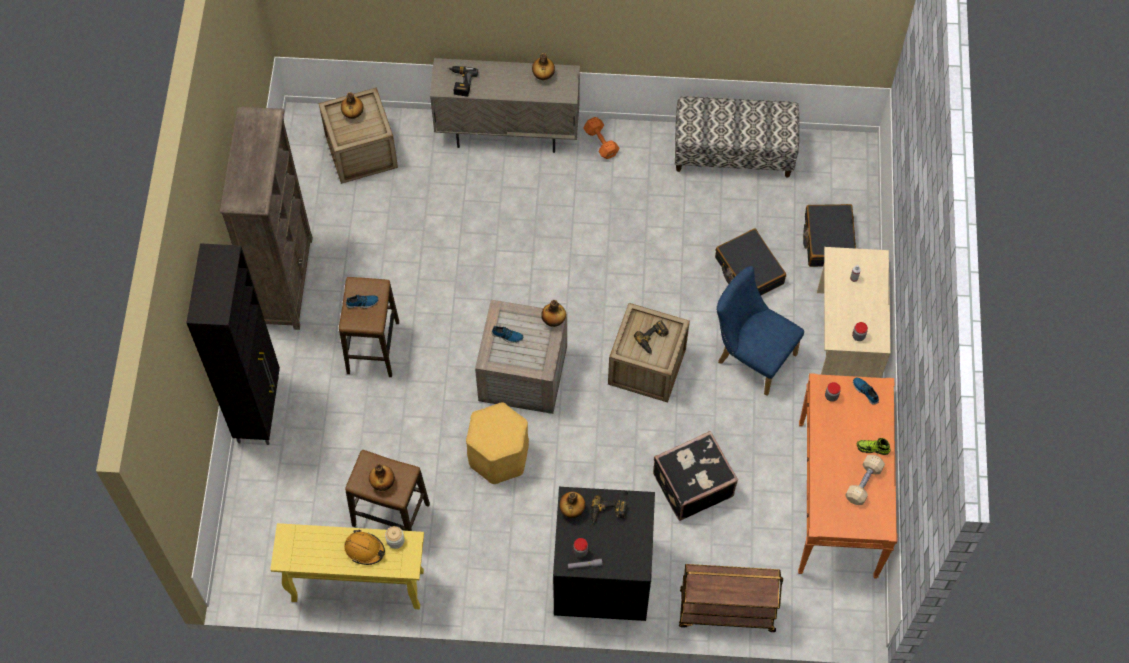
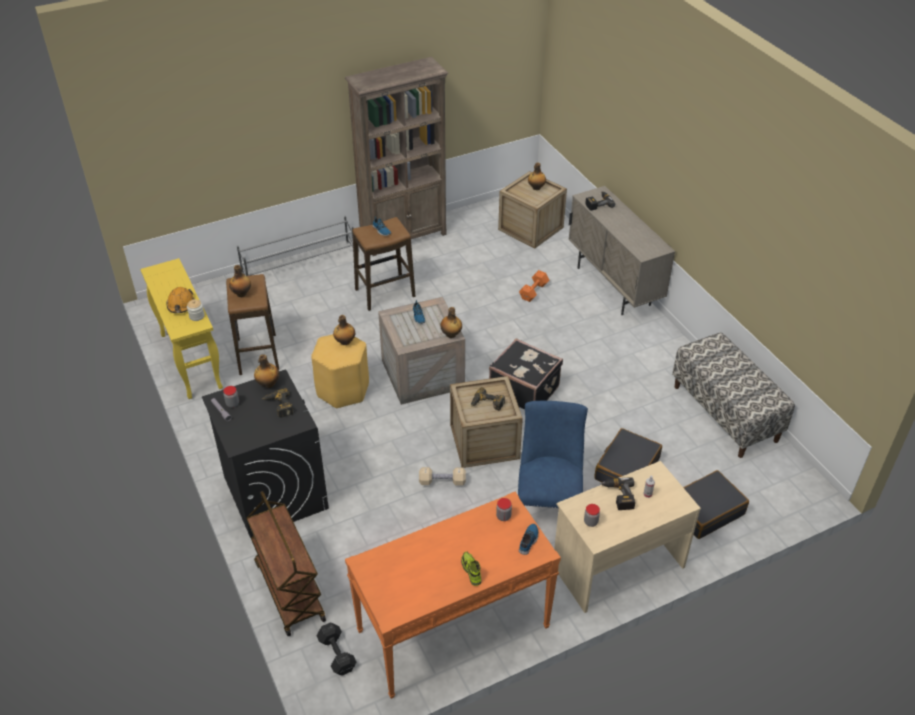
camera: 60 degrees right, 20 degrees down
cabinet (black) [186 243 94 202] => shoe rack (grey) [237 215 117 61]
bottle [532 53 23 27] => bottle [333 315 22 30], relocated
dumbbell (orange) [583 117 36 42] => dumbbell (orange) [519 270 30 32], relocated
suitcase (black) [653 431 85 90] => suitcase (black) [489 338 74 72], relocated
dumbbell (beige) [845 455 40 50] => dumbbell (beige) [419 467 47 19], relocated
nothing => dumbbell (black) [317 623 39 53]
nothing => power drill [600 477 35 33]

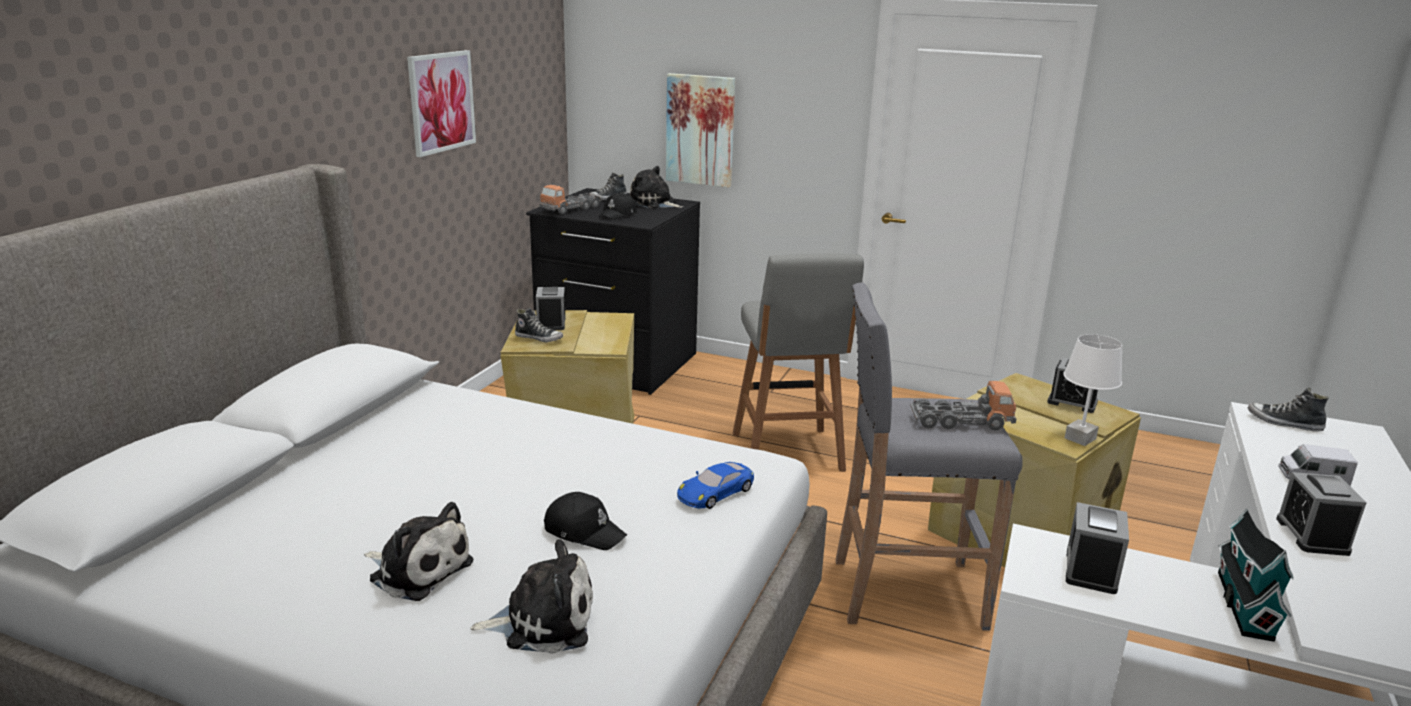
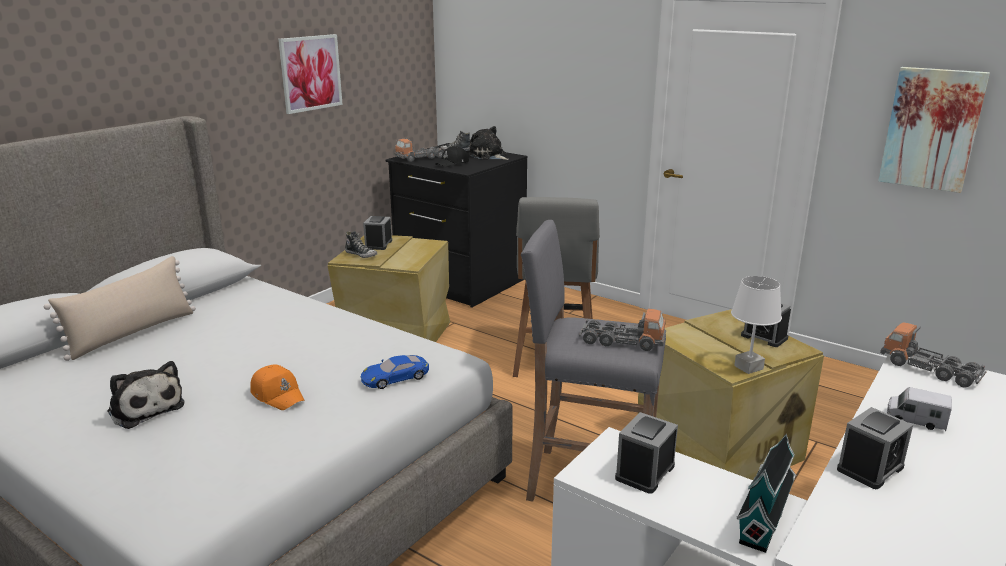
camera: 15 degrees right, 0 degrees up
plush toy [470 539 123 115] => nothing
cap (black) [544 492 83 58] => cap (orange) [250 365 55 45]
picture [666 73 69 115] => picture [878 67 112 126], relocated
shoe [1248 387 81 45] => toy truck [880 322 107 66]
alarm clock [1276 472 91 84] => alarm clock [837 407 76 82], 150 degrees counterclockwise
nothing => pillow (beige) [44 256 152 105]

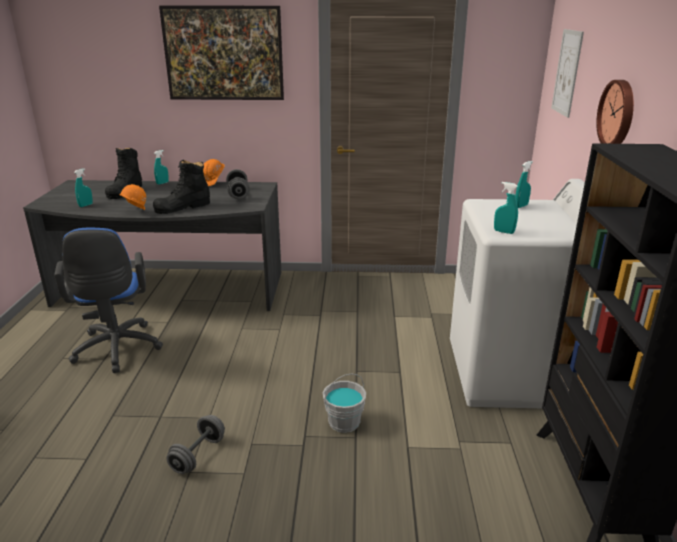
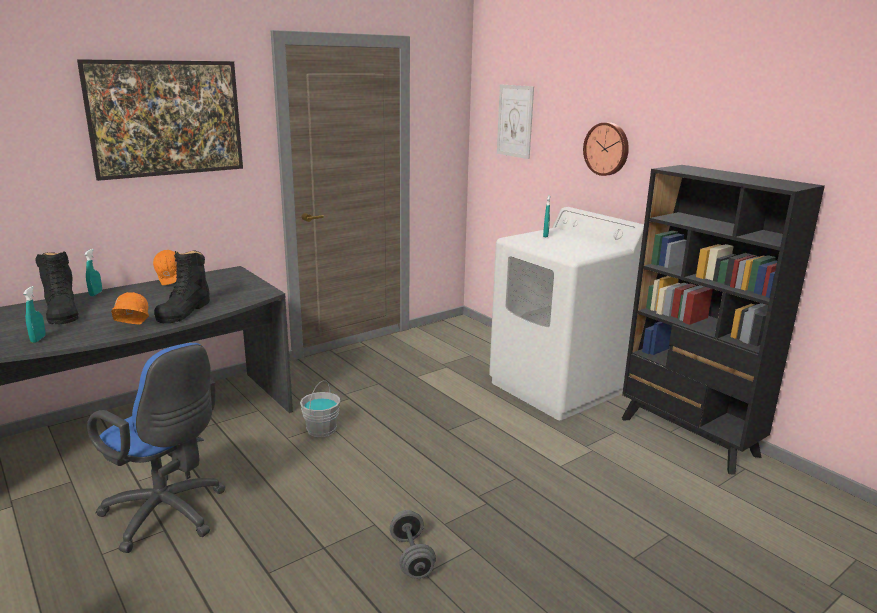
camera: 40 degrees left, 5 degrees down
dumbbell (grey) [226 169 24 30] => nothing
bucket (grey) [323 374 43 59] => bucket (grey) [300 381 40 56], relocated
spray bottle (turquoise) [494 182 24 52] => nothing

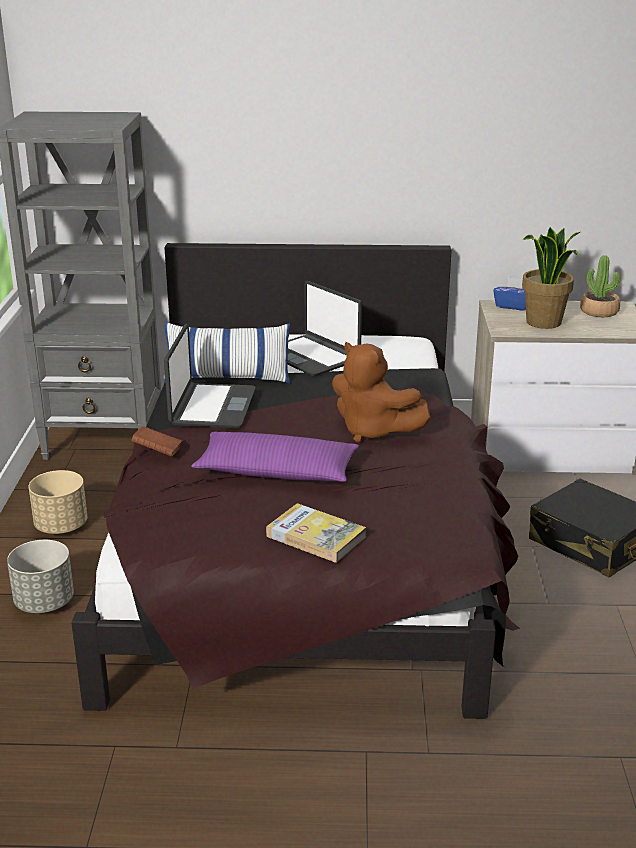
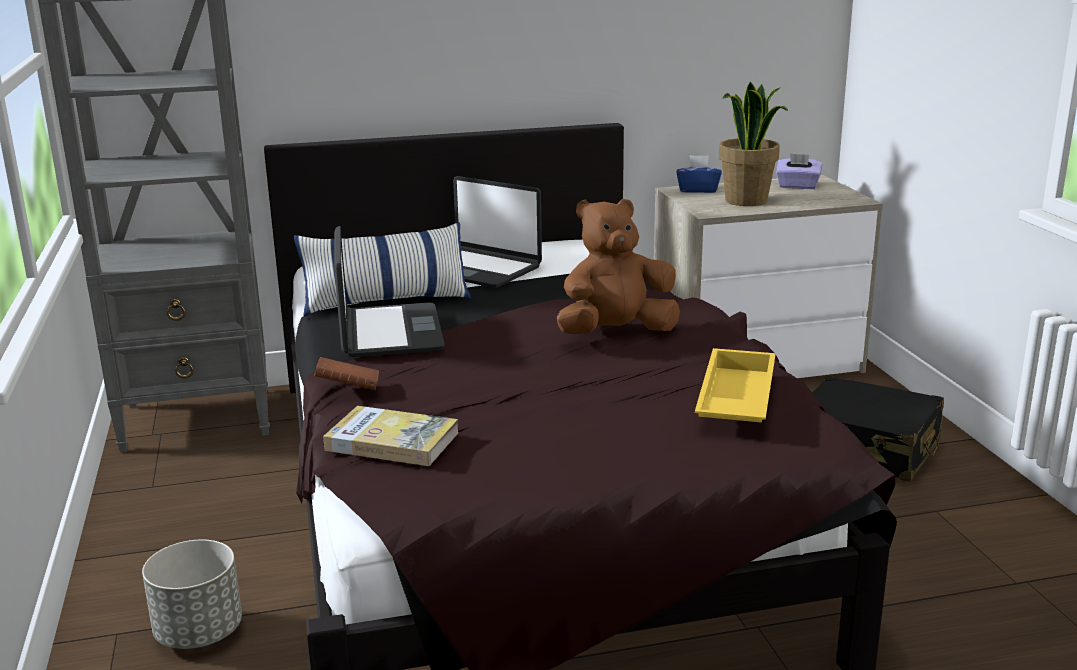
camera: 15 degrees left, 5 degrees down
planter (beige) [28 470 60 64] => nothing
pillow (purple) [191 432 168 50] => nothing
book [266 503 100 60] => book [323 406 136 60], relocated
plush toy (brown) [332 342 98 101] => plush toy (brown) [557 199 123 135], 135 degrees clockwise
potted plant [580 255 40 62] => tissue box (purple) [776 153 46 36]
nothing => tray (yellow) [695 348 81 75]

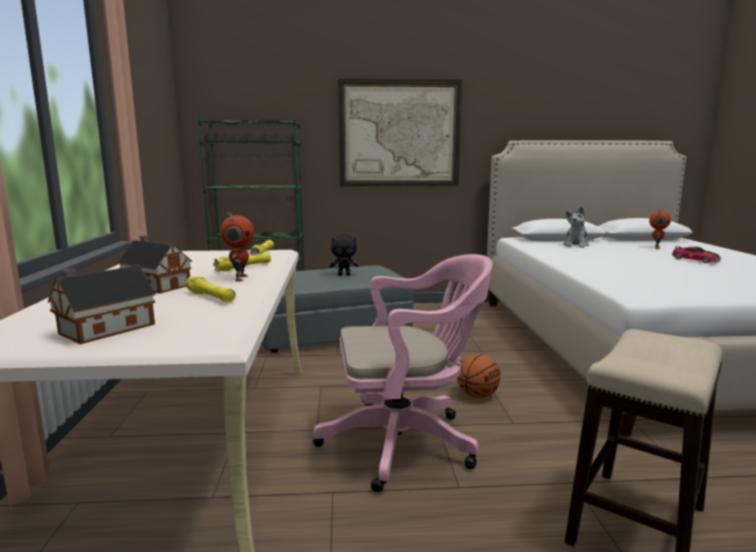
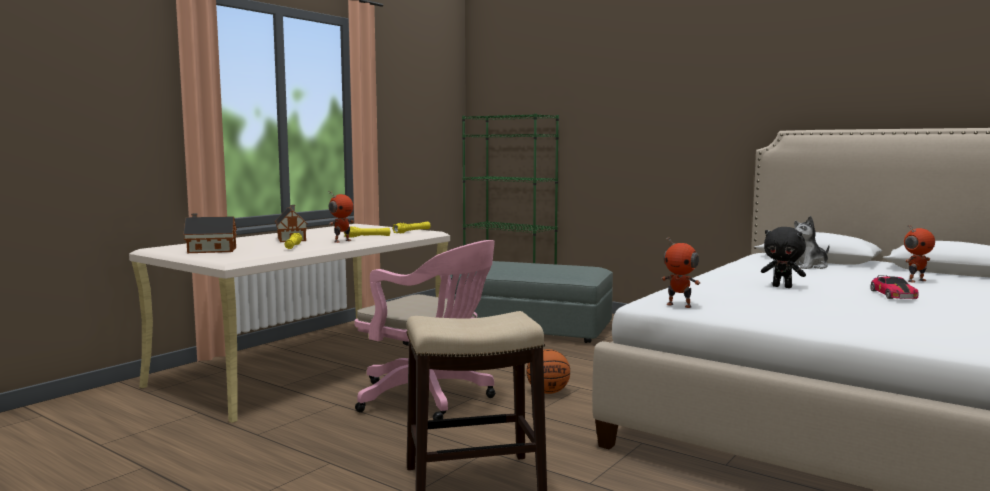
camera: 40 degrees right, 5 degrees down
plush toy (black) [330 234 29 42] => plush toy (black) [761 227 45 61], relocated
picture [338 79 124 108] => nothing
nothing => toy robot [661 236 39 72]

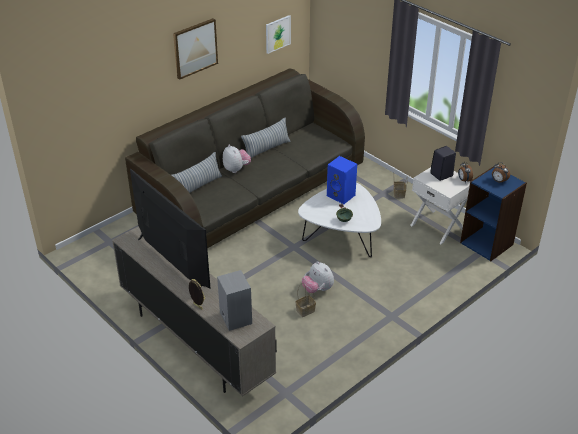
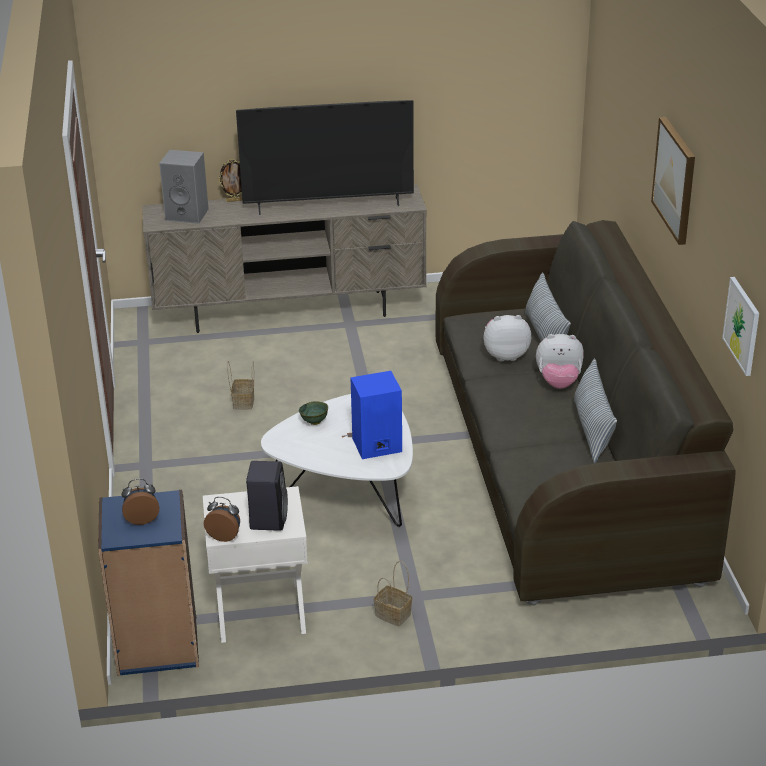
camera: 125 degrees right, 5 degrees down
plush toy [302 261 32 32] => plush toy [483 315 48 47], relocated

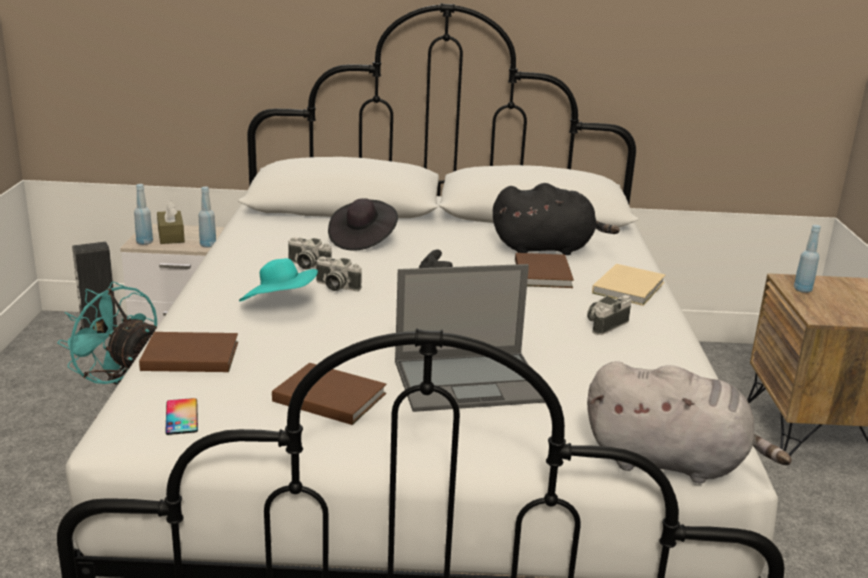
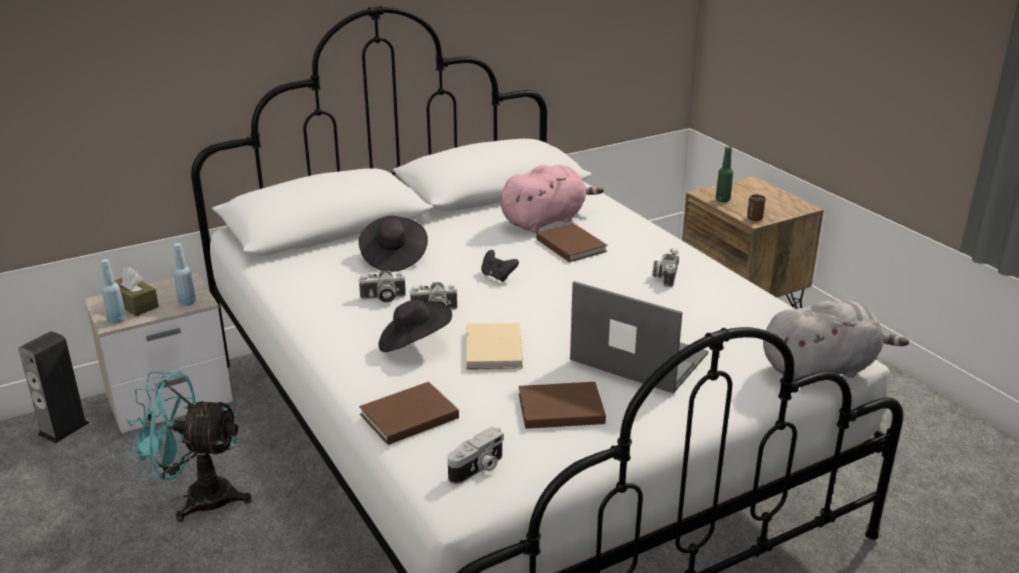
camera: 30 degrees left, 5 degrees up
phone [165 398 33 37] => photo camera [448 427 56 57]
hat (turquoise) [239 258 79 43] => hat (black) [378 299 74 53]
laptop [395 264 150 148] => laptop [570 281 138 113], 105 degrees counterclockwise
plush toy (black) [493 183 127 72] => plush toy (pink) [500 165 104 68]
book (beige) [592 264 73 42] => book (beige) [466 323 57 47], relocated
bottle (blue) [794 225 27 68] => bottle (green) [716 146 17 56]
nothing => cup (brown) [747 195 19 26]

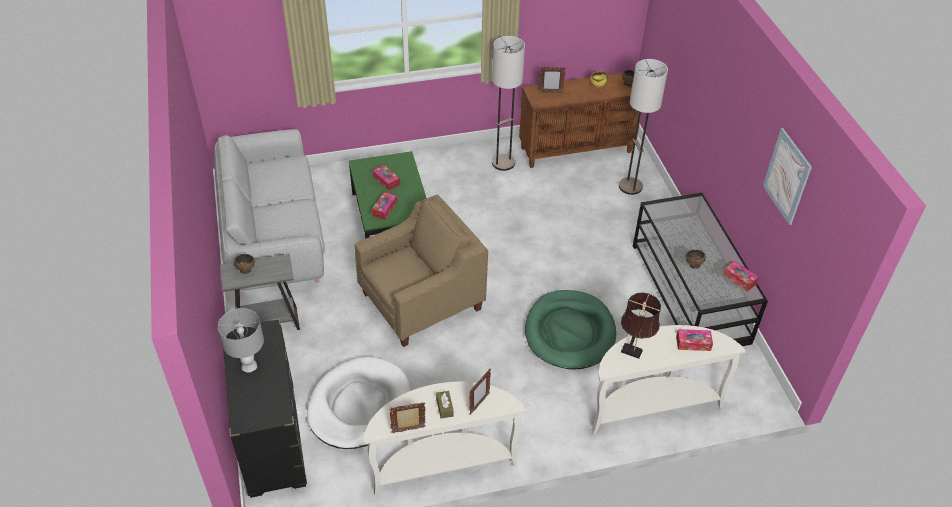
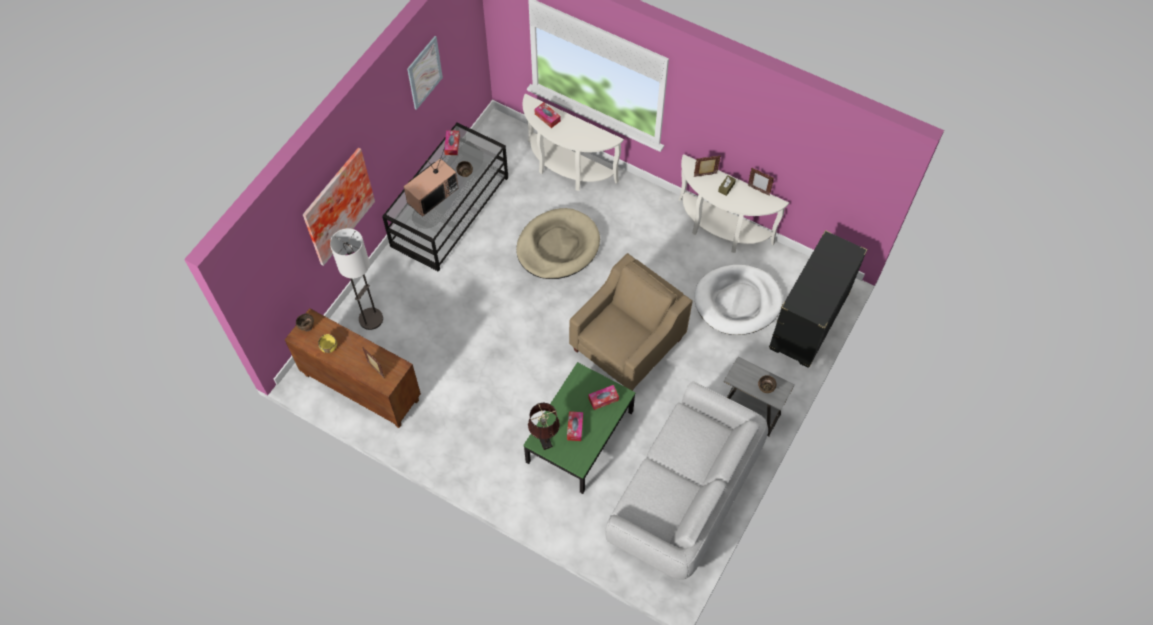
camera: 135 degrees left, 15 degrees up
table lamp (grey) [218 308 46 65] => nothing
armchair (beige) [354 195 134 152] => armchair (beige) [569 253 124 138], 120 degrees clockwise
floor lamp [492 36 33 135] => nothing
dog bed (green) [525 290 91 80] => dog bed (beige) [516 208 84 71]
table lamp (brown) [621 293 40 66] => table lamp (brown) [528 403 32 47], relocated
nothing => picture [303 148 72 118]
nothing => television [403 147 56 70]

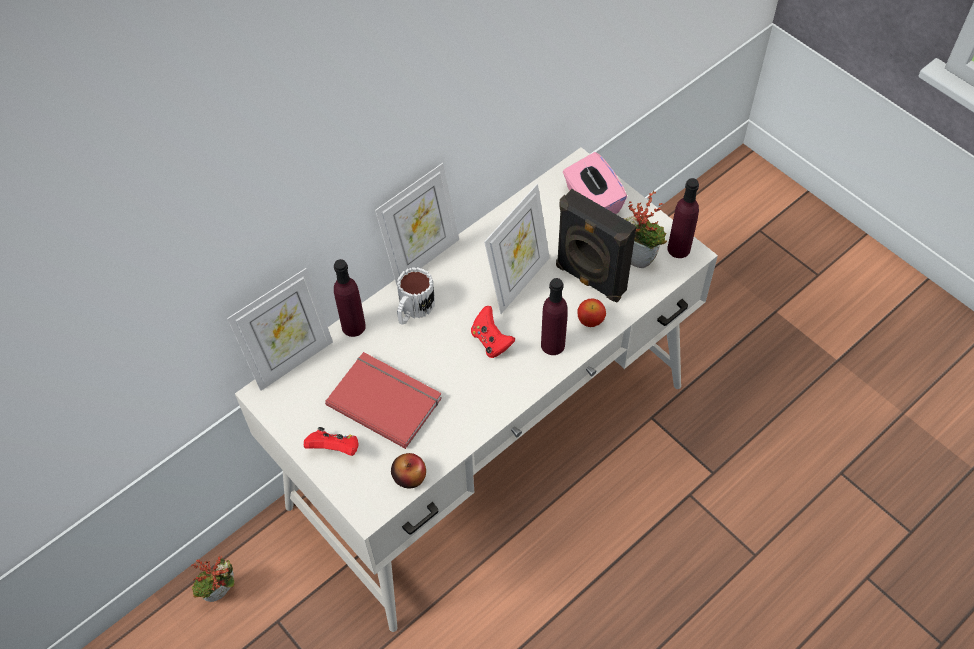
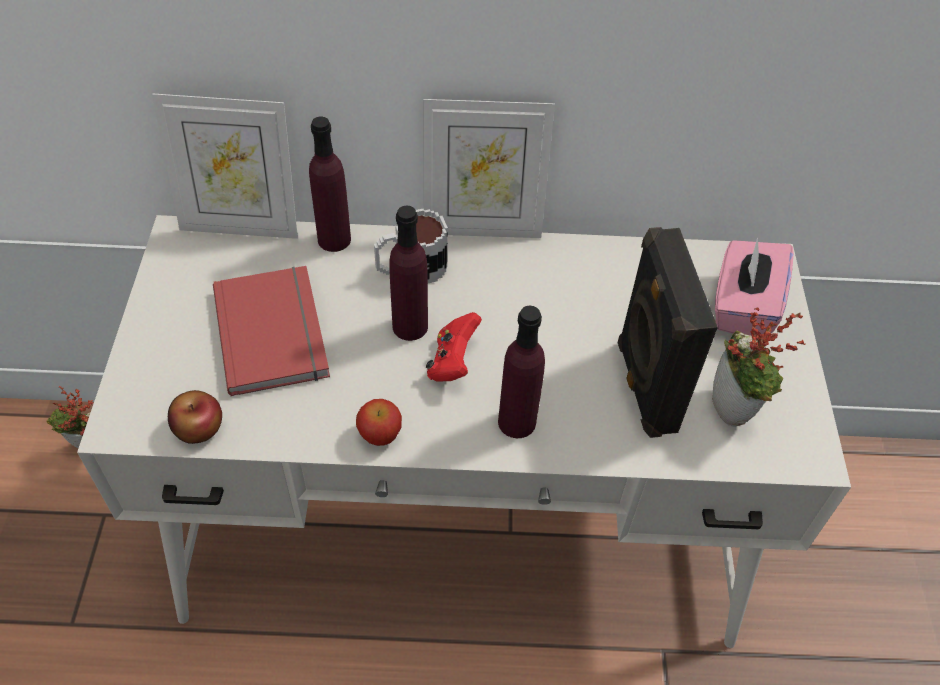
camera: 40 degrees right, 5 degrees down
game controller (red) [304 427 54 29] => nothing
picture frame [484 184 66 130] => nothing
apple [577 299 29 28] => apple [356 399 46 47], relocated
bottle (purple) [667 178 32 80] => bottle (purple) [389 206 39 135], relocated

